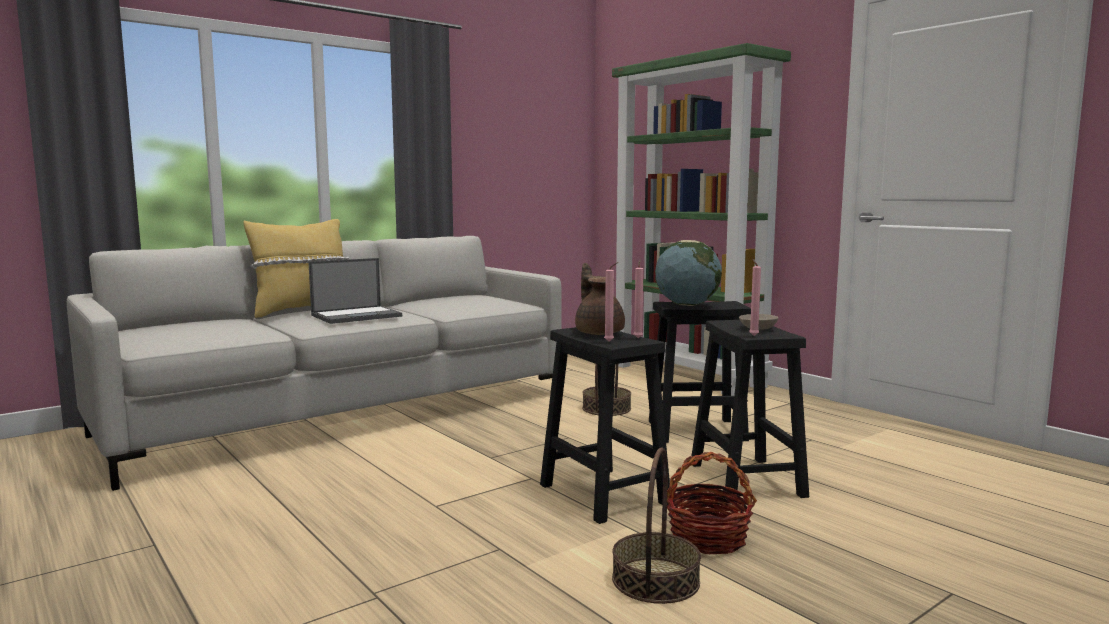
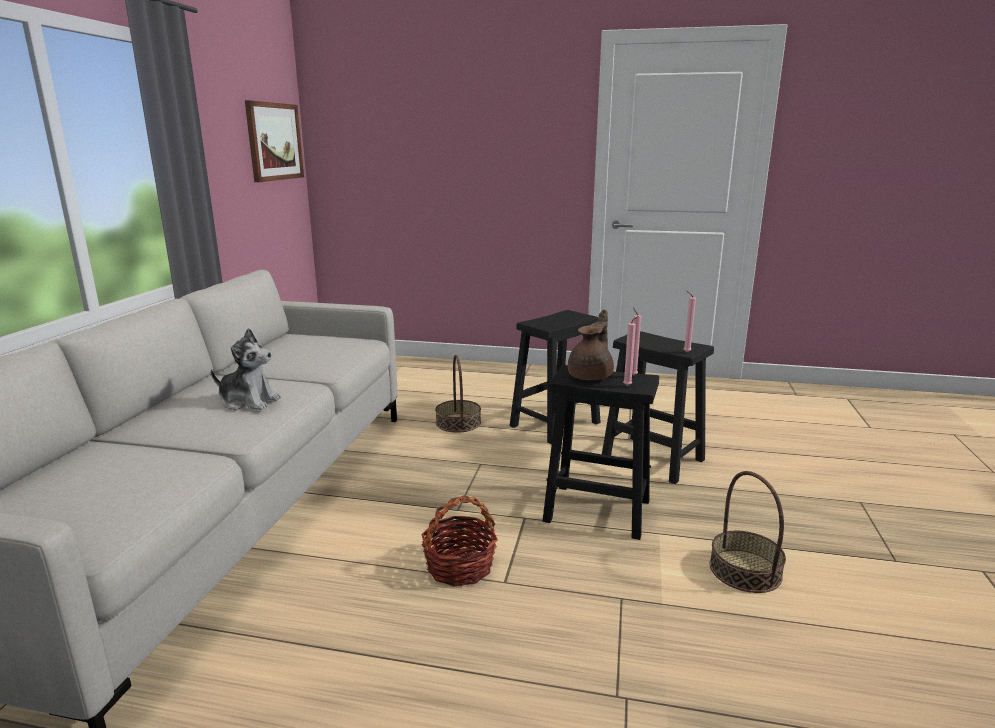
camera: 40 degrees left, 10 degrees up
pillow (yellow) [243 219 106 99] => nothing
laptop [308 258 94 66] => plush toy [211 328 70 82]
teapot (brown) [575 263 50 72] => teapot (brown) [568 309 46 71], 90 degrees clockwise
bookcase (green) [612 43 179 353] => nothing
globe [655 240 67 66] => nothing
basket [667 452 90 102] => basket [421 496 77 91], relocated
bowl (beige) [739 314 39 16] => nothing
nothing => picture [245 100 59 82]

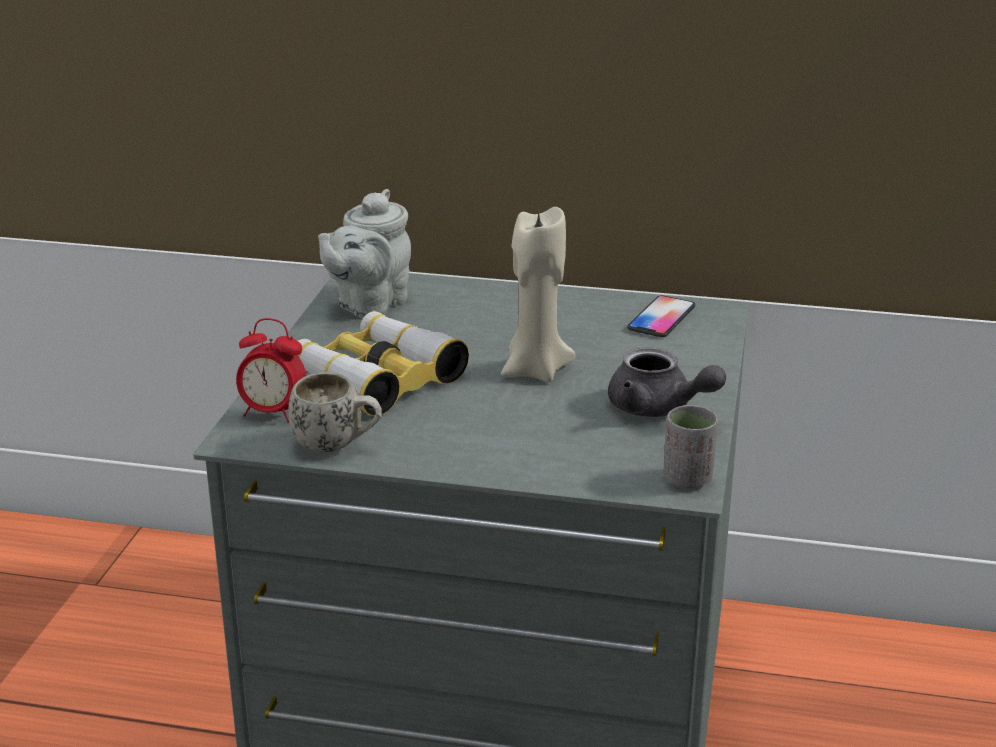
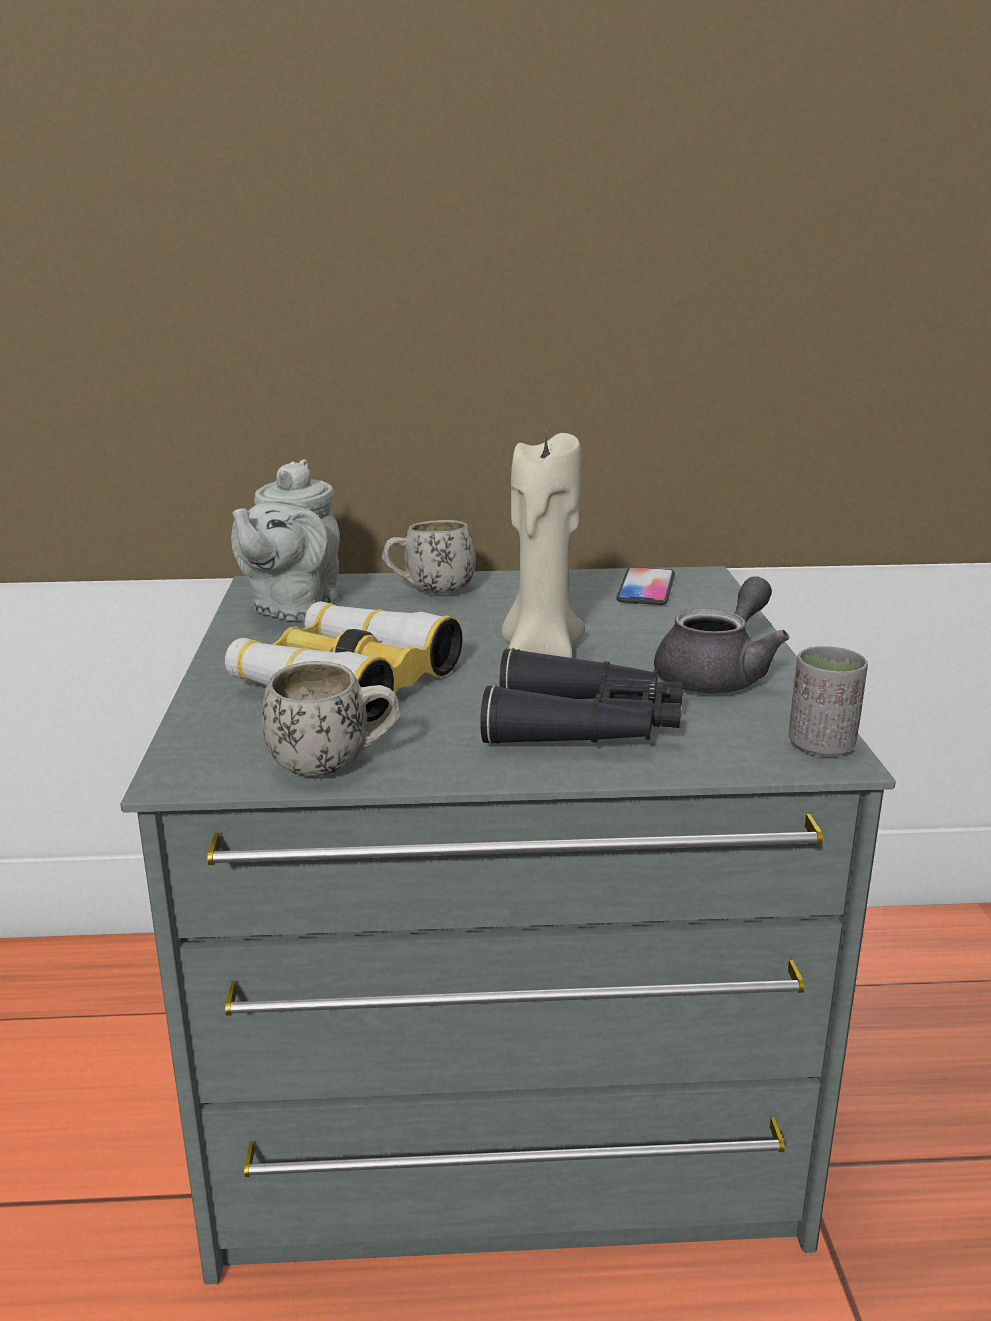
camera: 15 degrees left, 5 degrees down
alarm clock [236 318 71 105] => nothing
teapot (grey) [608 348 118 69] => teapot (grey) [654 576 135 117], 75 degrees counterclockwise
nothing => mug (white) [382 520 94 74]
nothing => binoculars (black) [480 648 203 97]

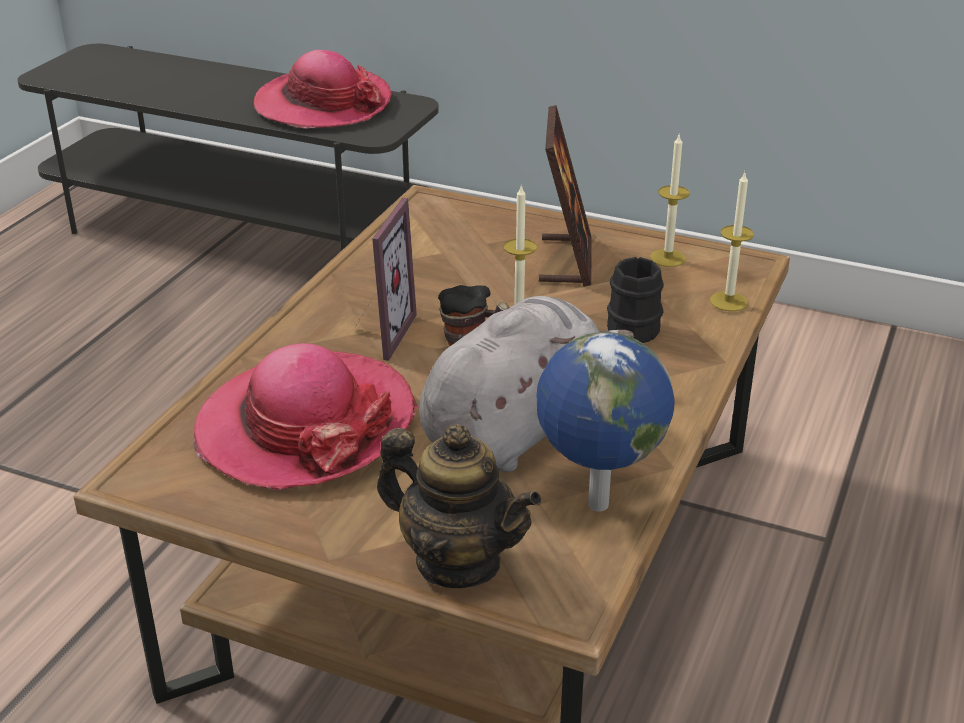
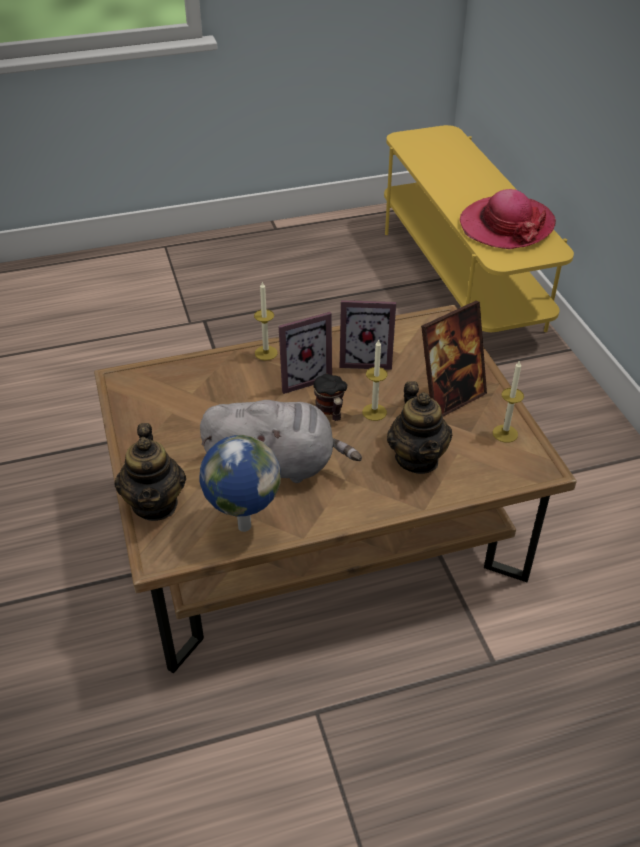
camera: 50 degrees right, 10 degrees up
tv stand (grey) [17 44 422 207] => tv stand (yellow) [384 125 190 207]
hat [194 343 224 147] => nothing
mug (black) [607 257 57 86] => teapot [387 381 65 93]
candle [710 172 44 139] => candle [254 281 24 80], relocated
nothing => picture frame [340 300 56 70]

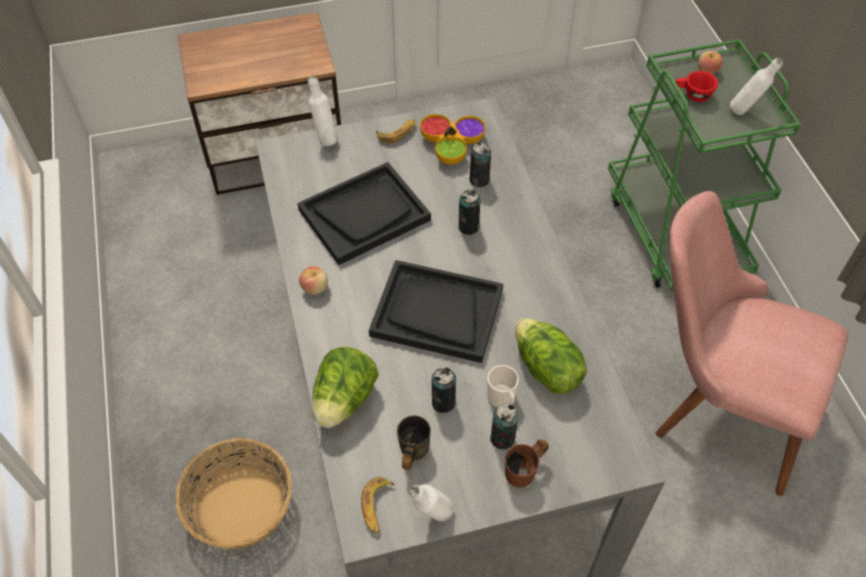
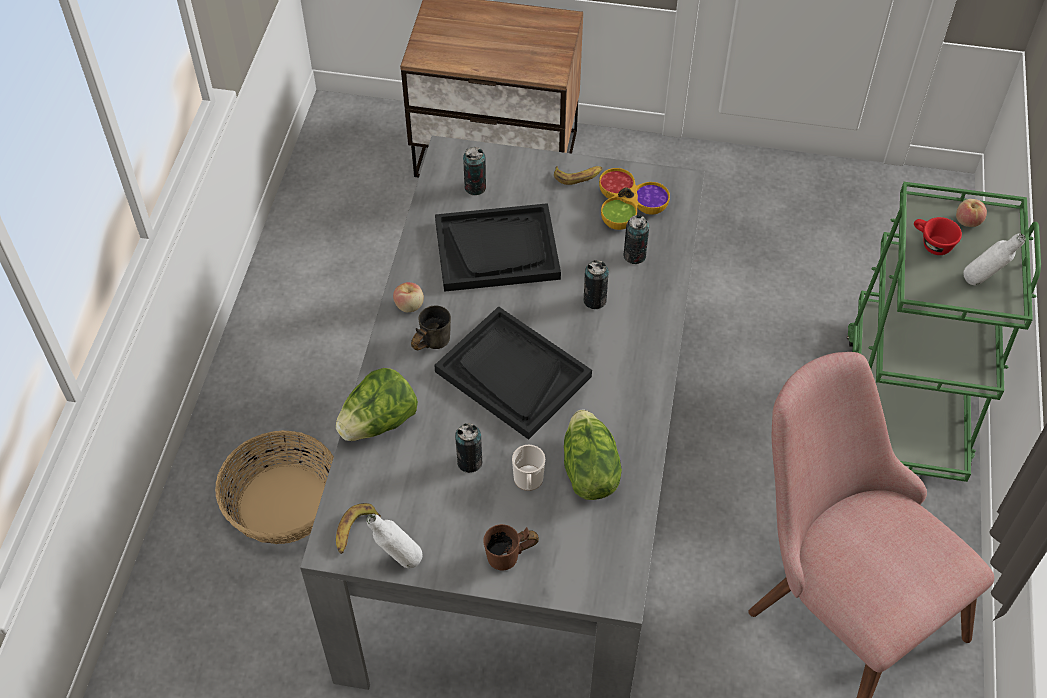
camera: 25 degrees right, 0 degrees up
bottle (white) [308 76 30 70] => nothing
mug (grey) [397 416 34 54] => mug (grey) [411 305 40 45], relocated
can [490 403 28 47] => can [463 147 23 48], relocated

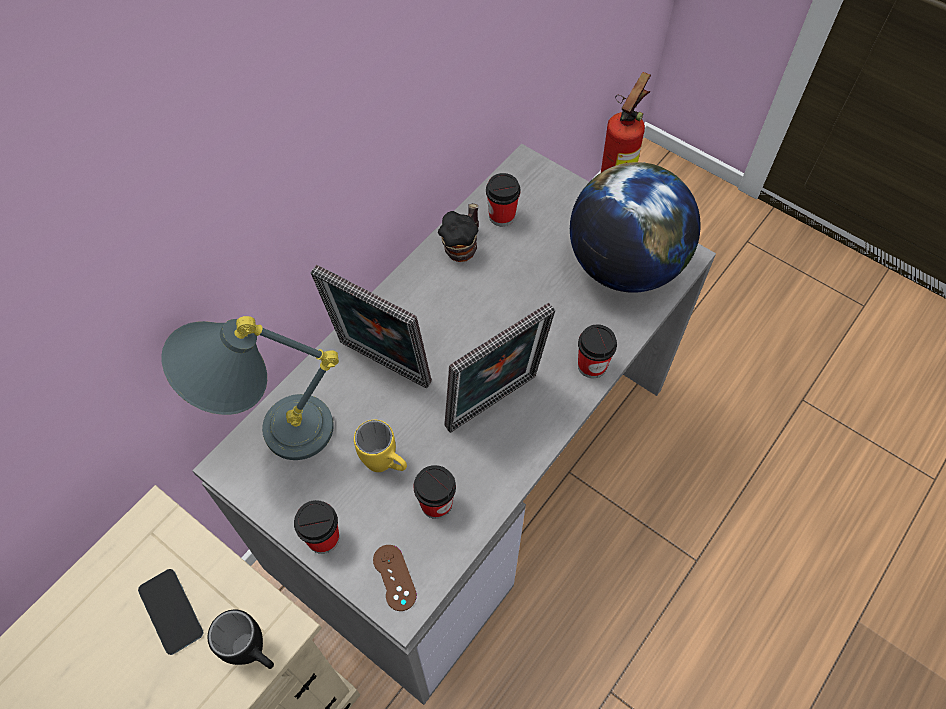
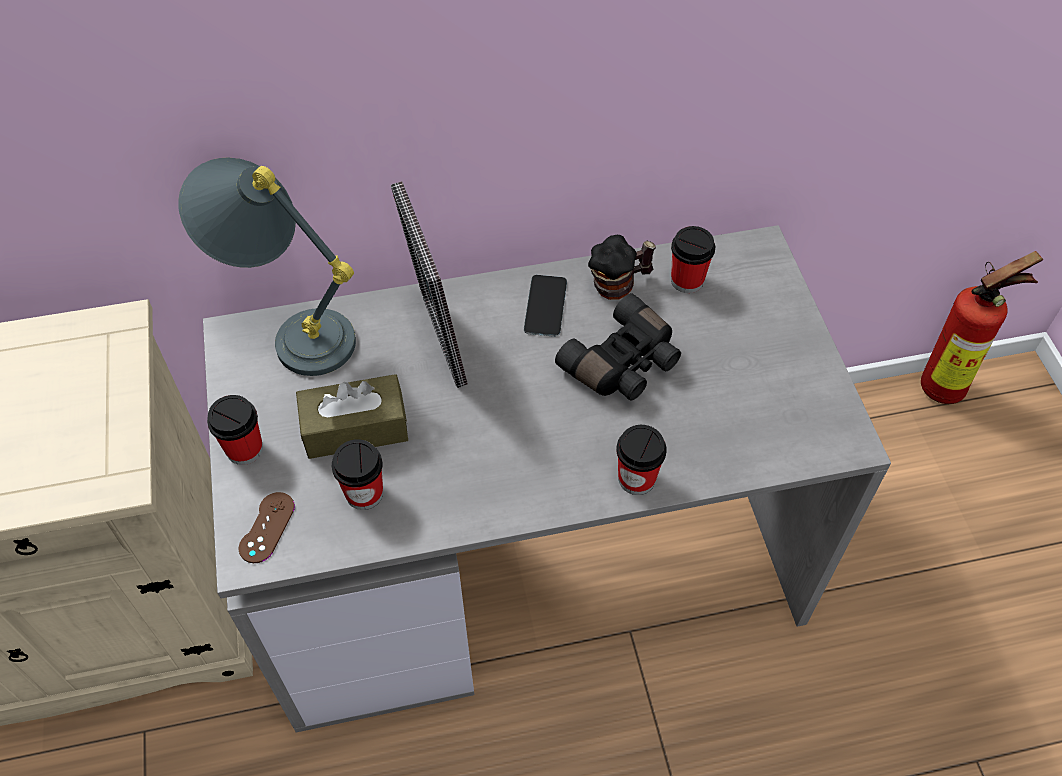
camera: 40 degrees right, 5 degrees down
phone [138 569 65 86] => phone [524 275 43 62], relocated
mug (black) [208 609 66 60] => nothing
mug (yellow) [354 420 53 52] => tissue box (brown) [296 374 112 85]
picture frame [444 303 111 130] => nothing
globe [570 162 131 131] => nothing
nothing => binoculars (black) [555 293 126 108]

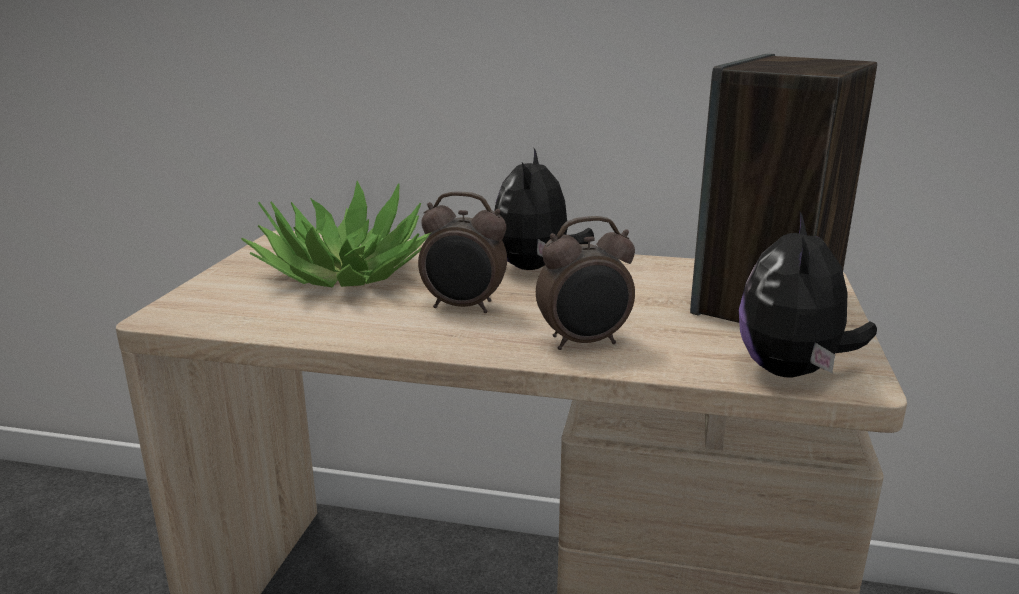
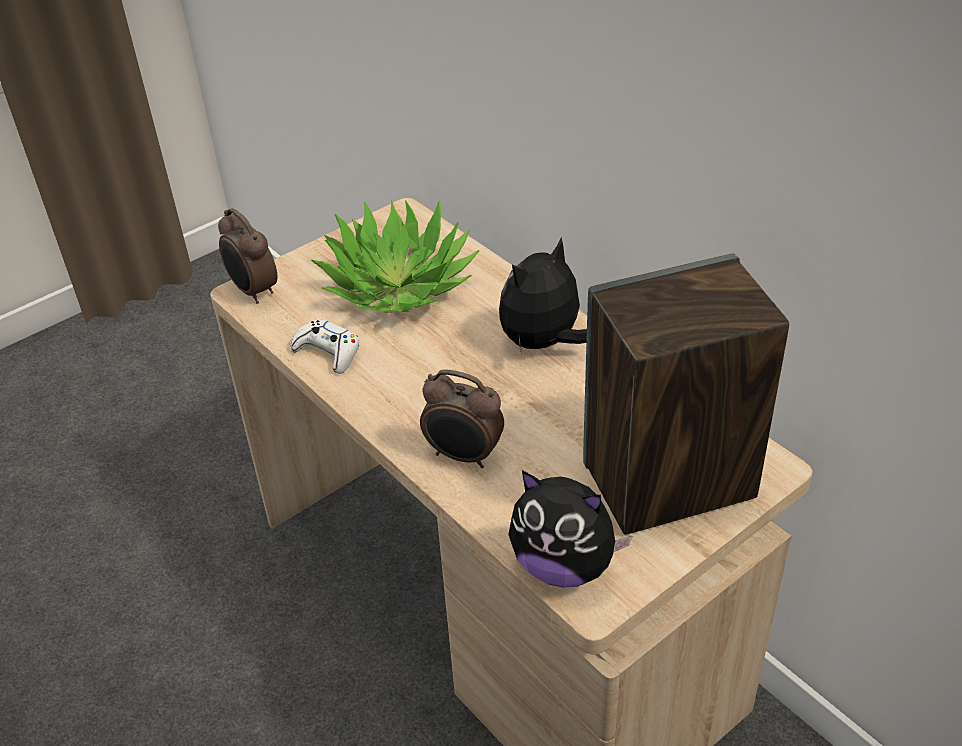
camera: 40 degrees right, 20 degrees up
alarm clock [418 191 89 122] => alarm clock [218 208 59 96], relocated
plush toy [739 212 138 166] => plush toy [508 470 124 118], 120 degrees counterclockwise
nothing => game controller (white) [290 319 70 55]

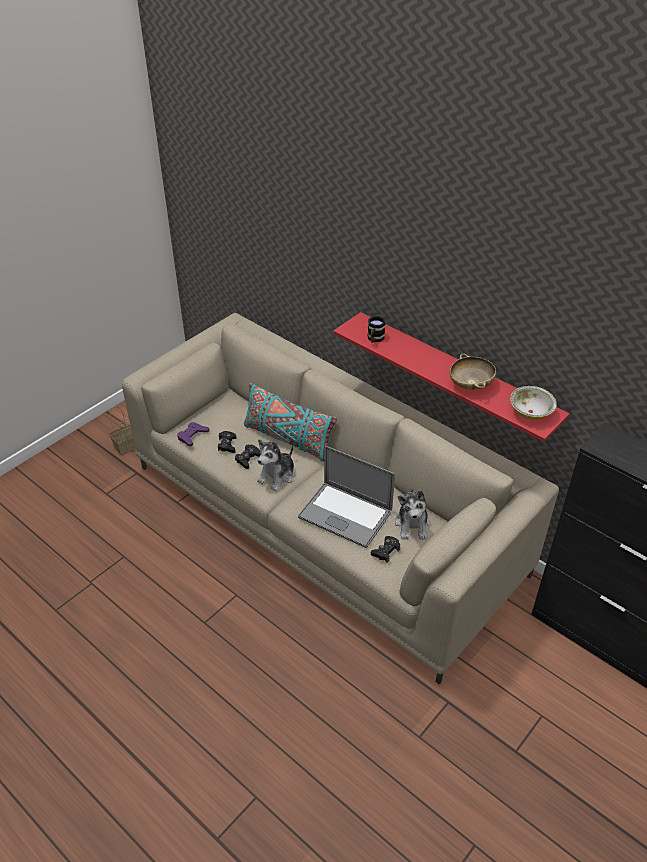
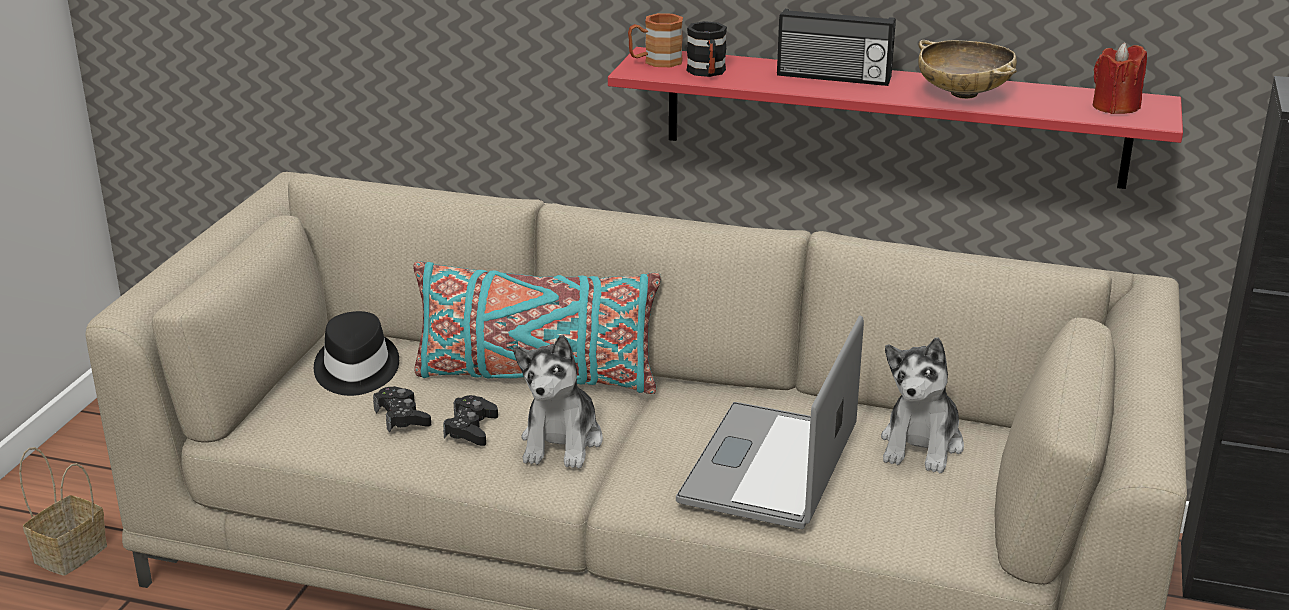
camera: 25 degrees left, 15 degrees down
game controller (purple) [177 422 33 24] => nothing
laptop [298 445 97 103] => laptop [676 315 188 214], 105 degrees clockwise
game controller (black) [371 536 29 26] => nothing
plush toy [395 489 35 51] => plush toy [881 337 83 136], 45 degrees clockwise
bowl [510 386 47 34] => candle (red) [1093 42 54 72]
nothing => hat (black) [314 311 85 85]
nothing => mug (brown) [628 13 55 54]
nothing => radio [777 9 119 77]

